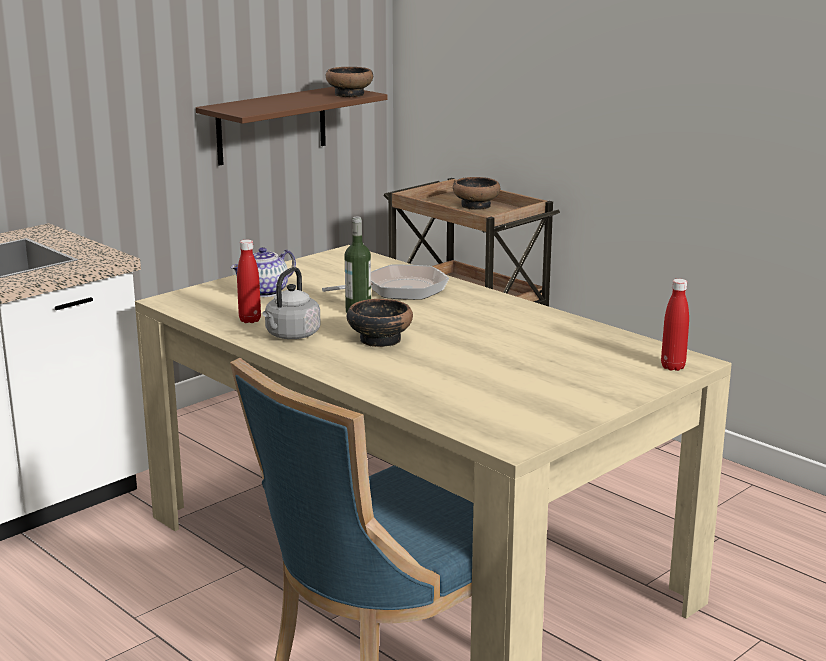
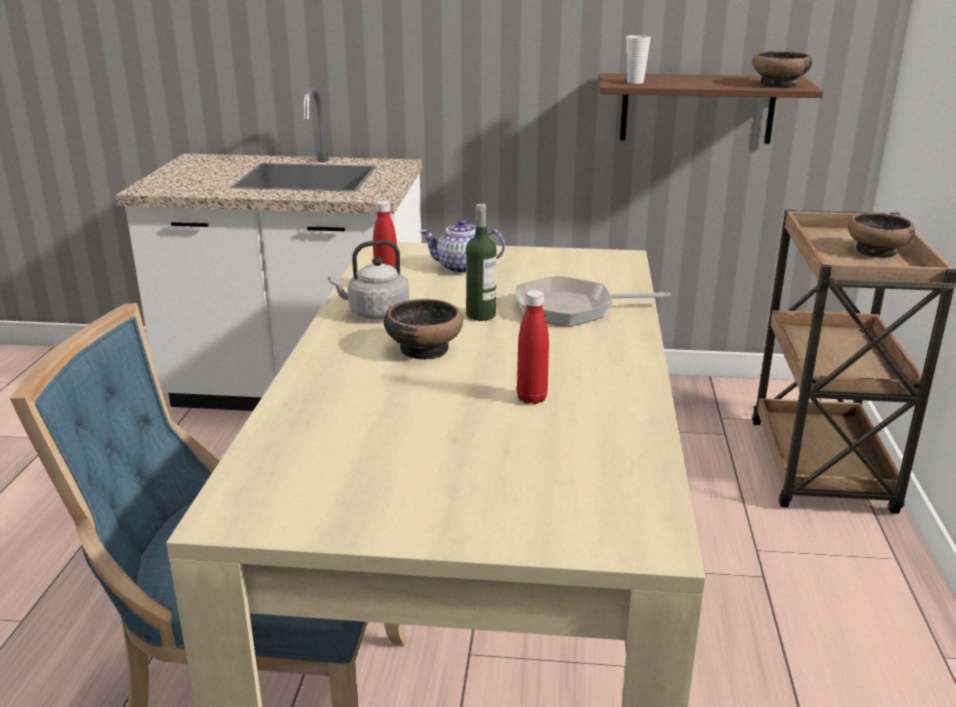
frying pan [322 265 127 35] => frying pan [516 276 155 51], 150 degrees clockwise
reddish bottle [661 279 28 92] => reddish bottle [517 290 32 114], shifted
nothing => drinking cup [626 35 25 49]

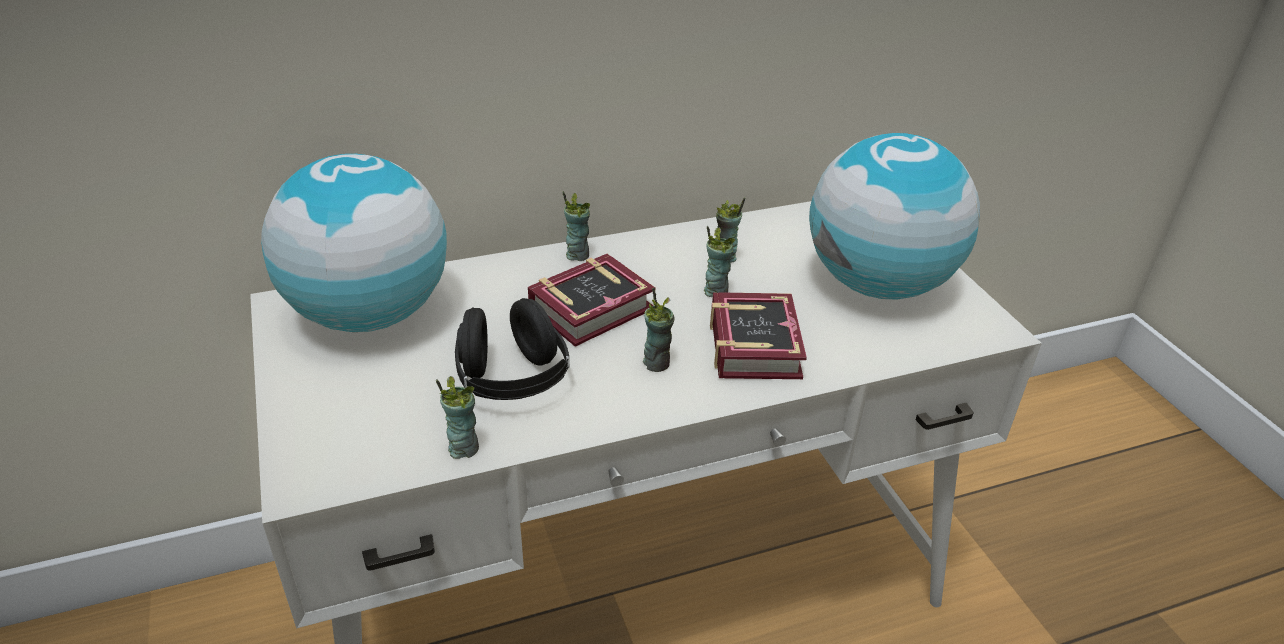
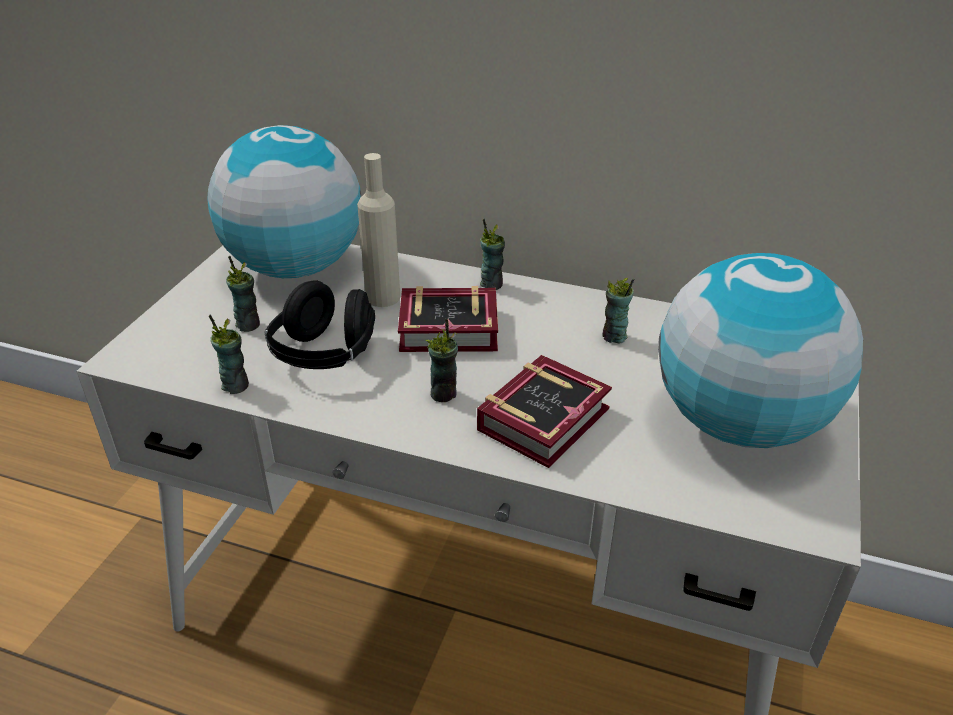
drinking cup [704 226 31 71] => drinking cup [226 256 34 76], shifted
nothing => beige-coloured bottle [357 153 43 154]

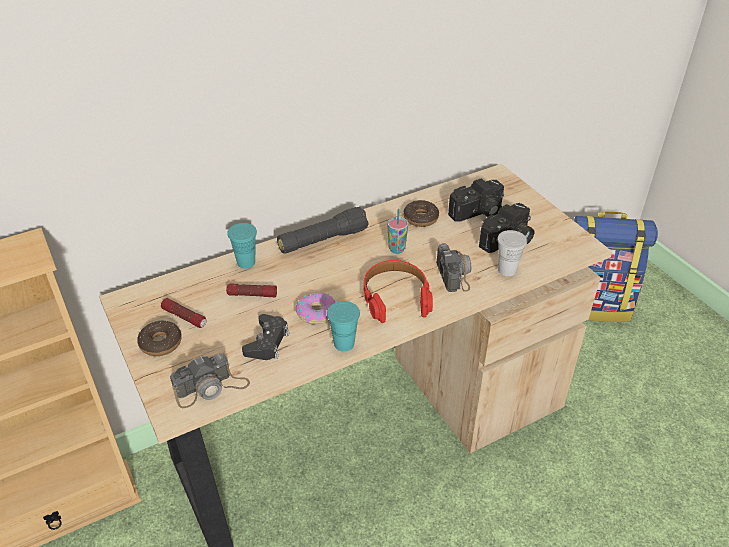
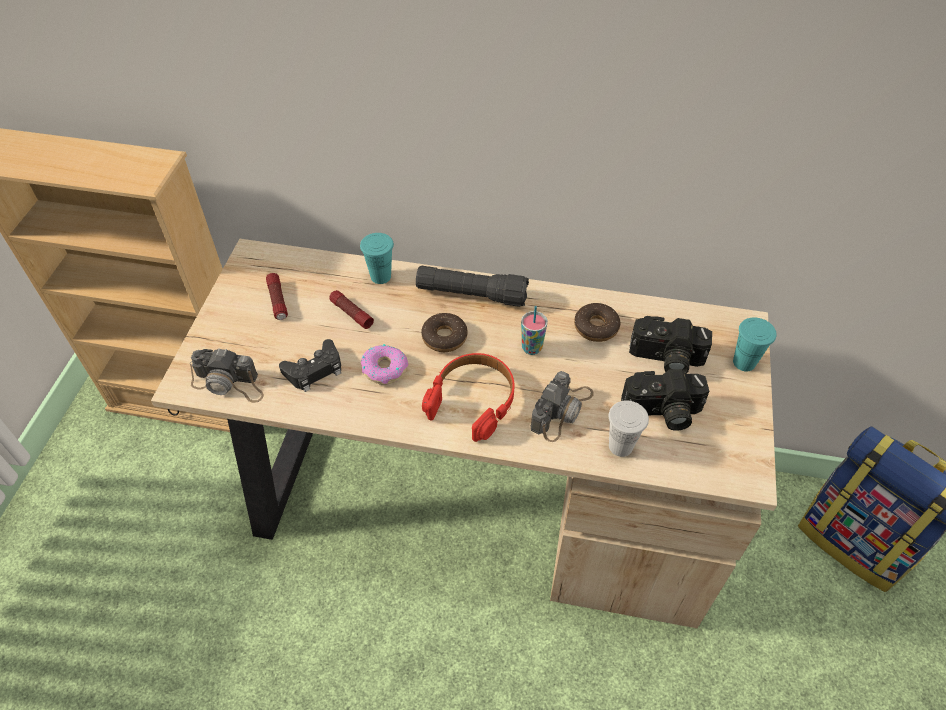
blue-green drinking cup [327 301 33 51] => blue-green drinking cup [733 317 44 54], shifted
donut [137 321 45 35] => donut [421 313 47 39], shifted

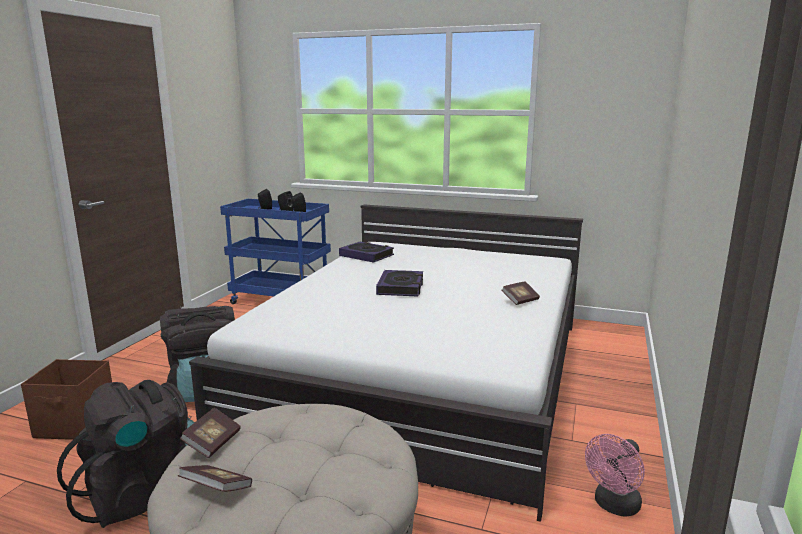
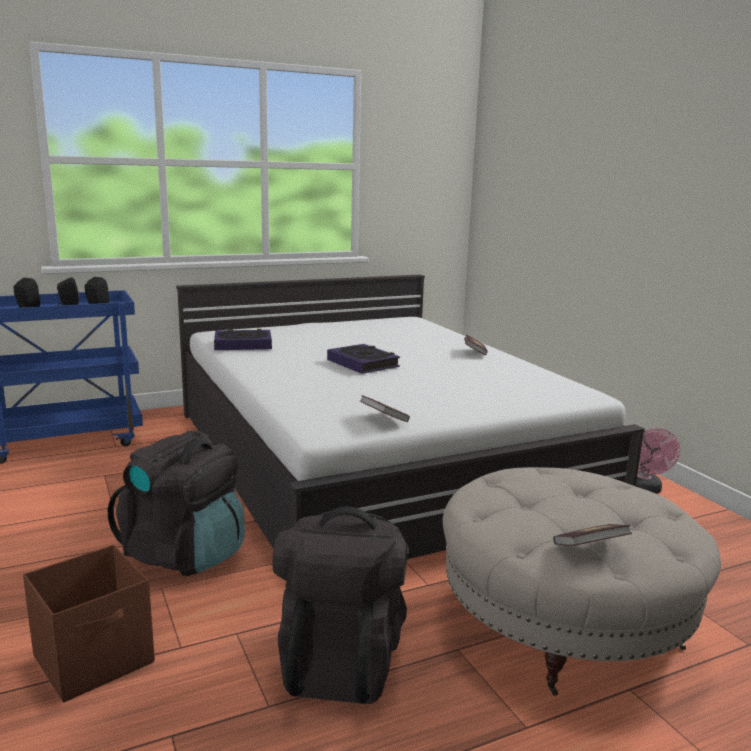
bound book [180 408 61 50] => bound book [360 395 50 27], shifted

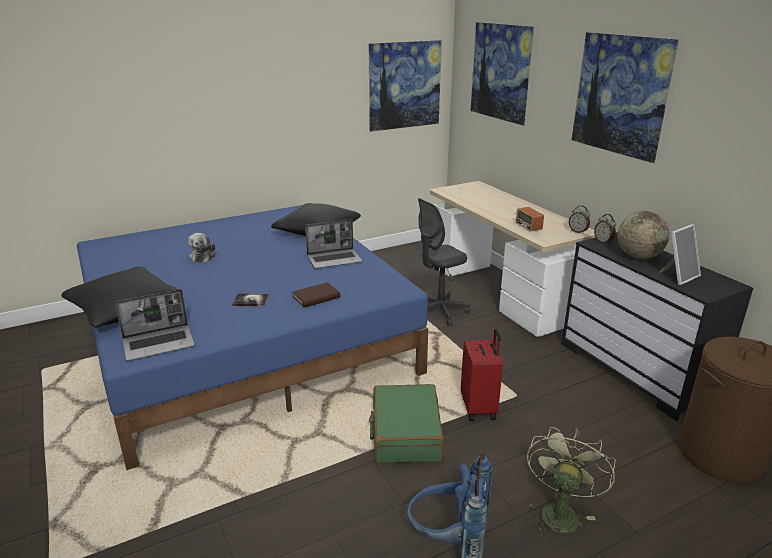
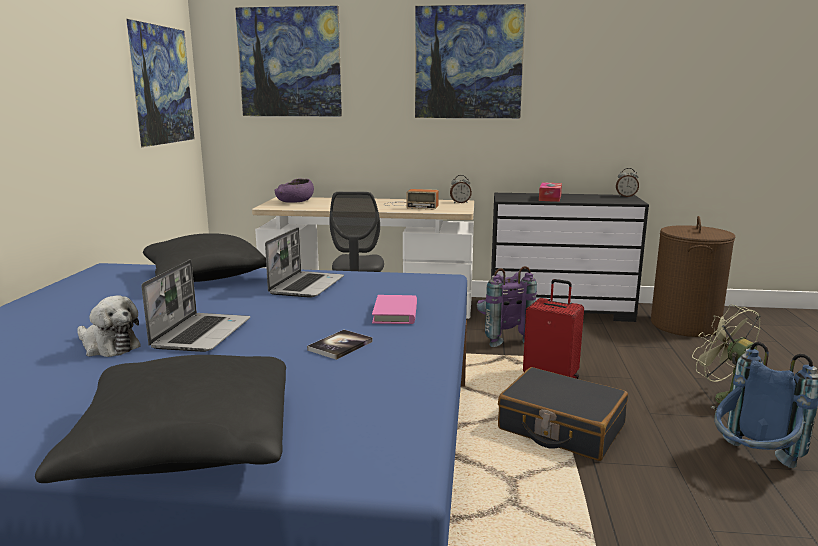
globe [618 211 52 48] => box of tissues [539 182 23 20]
bedside clock [594 214 22 31] => bedside clock [616 168 23 29], shifted
photo frame [659 224 42 61] => nothing
brownish bound book [292 282 48 26] => pinkish bound book [372 295 45 29]
laptop [115 289 80 72] => laptop [142 260 108 92], shifted
greenish piece of luggage [369 384 75 80] => blackish piece of luggage [498 367 130 94]
nothing => purple-coloured serving bowl [275 179 39 24]
nothing => purple-coloured knapsack [477 266 60 81]

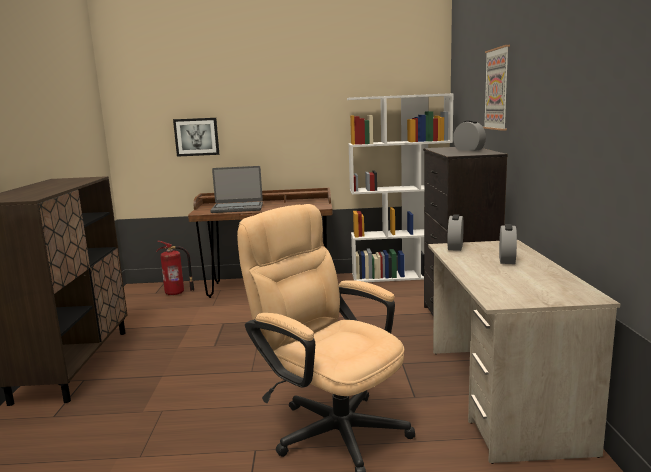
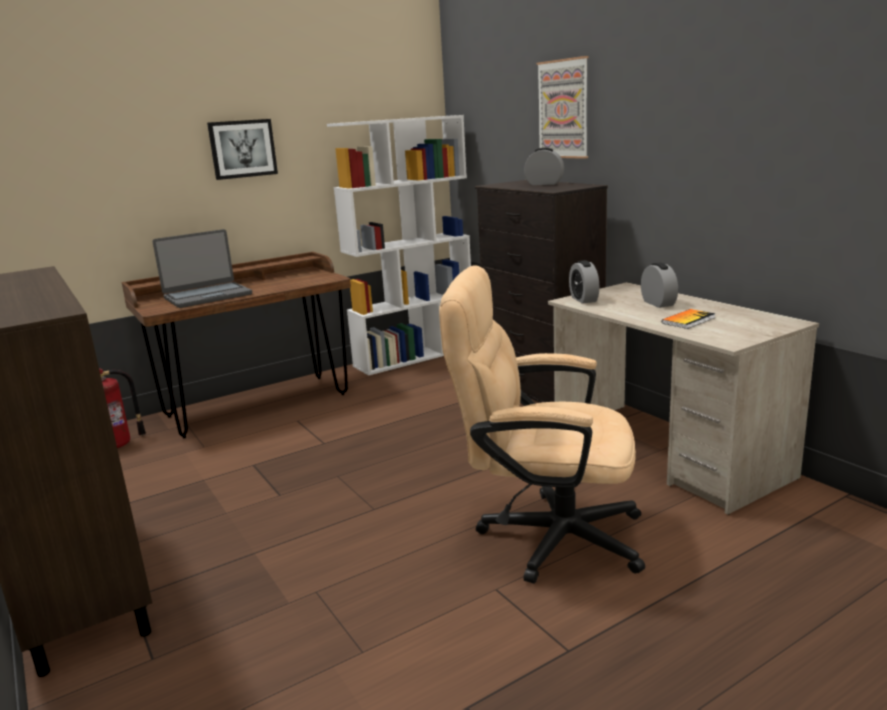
wall picture [173 118 46 39] => wall picture [207 119 71 61], shifted
nothing => bound book [662 309 54 20]

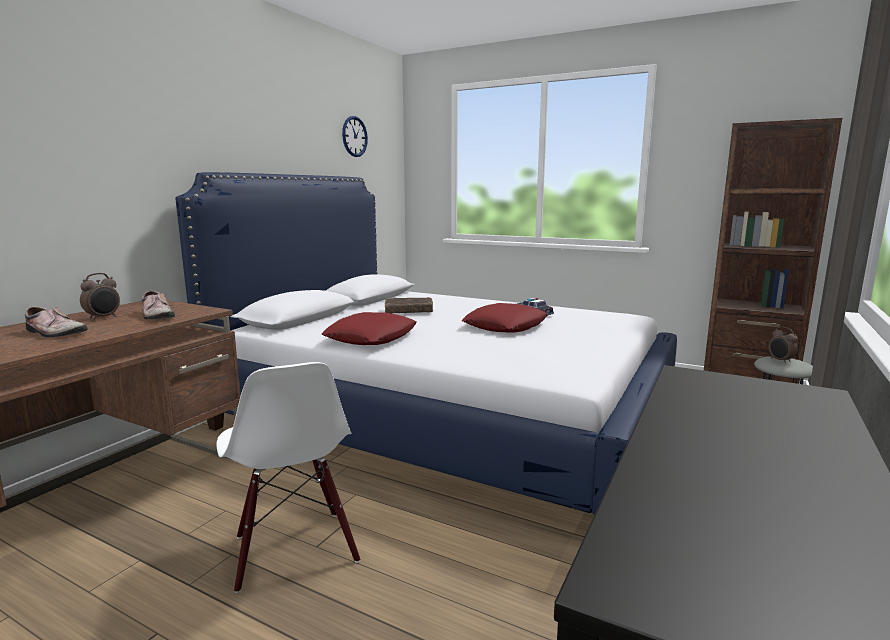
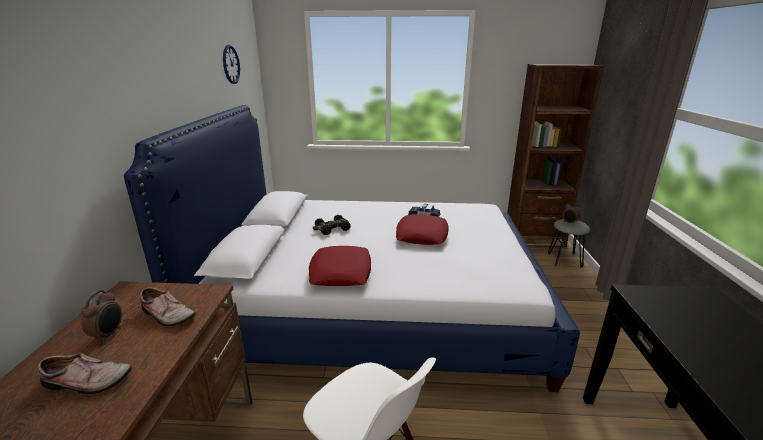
brownish bound book [385 297 48 16] => blackish toy car [313 215 38 20]

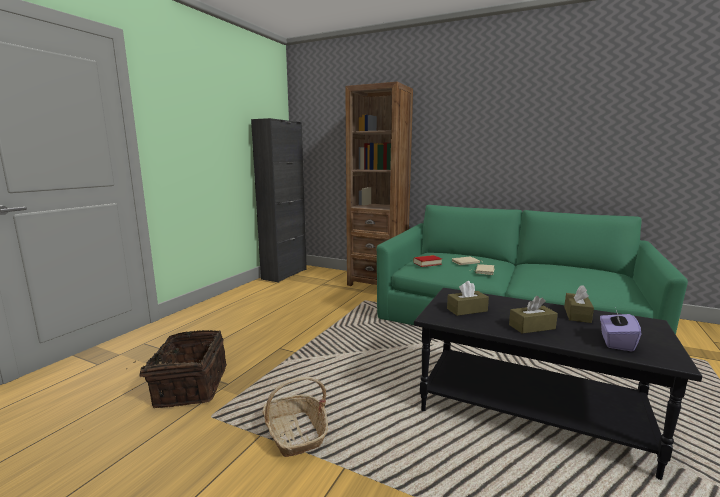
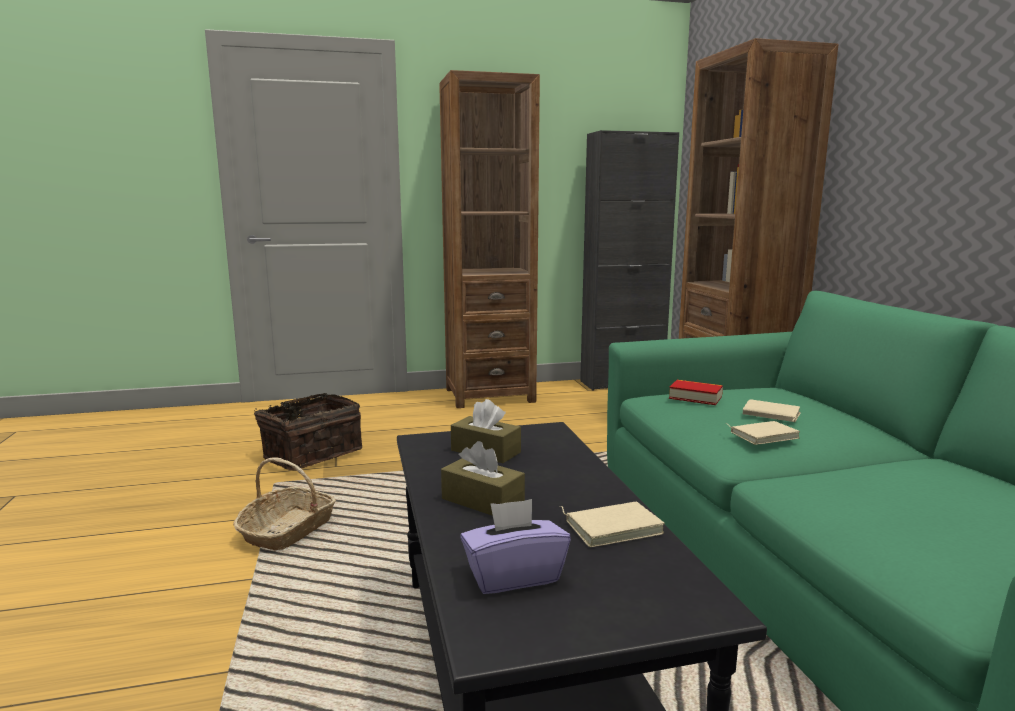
brownish box of tissues [564 286 30 37] => beige-coloured bound book [560 501 105 46]
nothing => brownish bookcase [439 70 101 338]

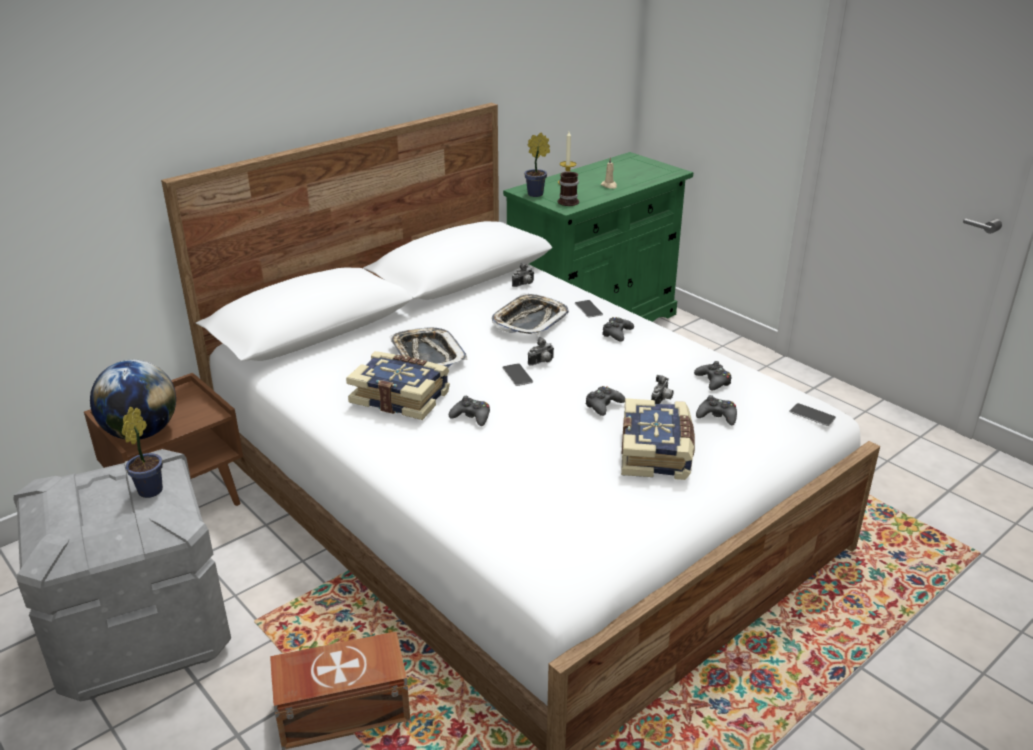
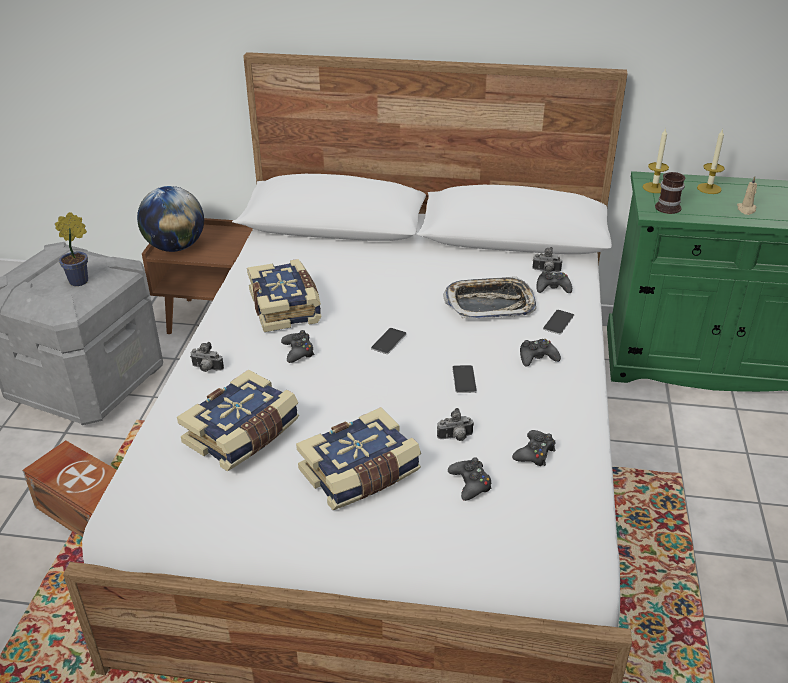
potted plant [524 133 26 64] => candle [643 128 26 65]
carrying tray [389 328 79 40] => nothing
photo camera [528 337 26 29] => photo camera [191 342 33 30], shifted
blackish gamepad [586 386 39 30] => blackish gamepad [536 270 36 23], shifted
handset [789 403 47 23] => handset [452 365 25 28], shifted
nothing => bound book [177 369 122 103]

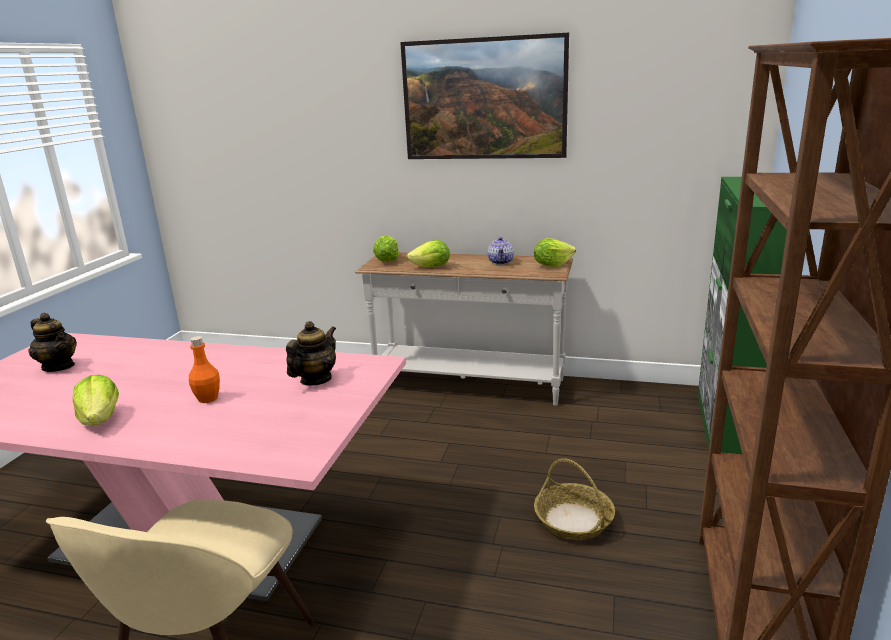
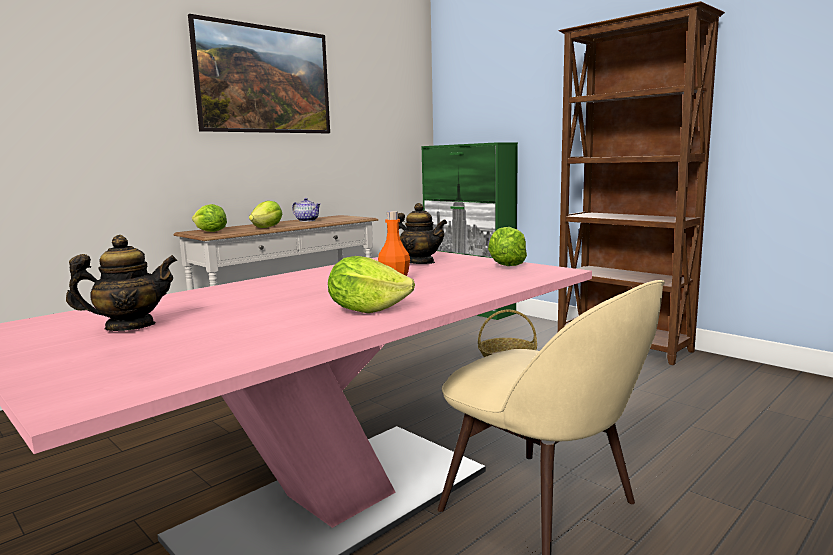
head of lettuce [534 238 42 29] => head of lettuce [488 227 39 39], shifted
tea pot [286 321 50 65] => tea pot [398 203 49 61], 150 degrees clockwise

